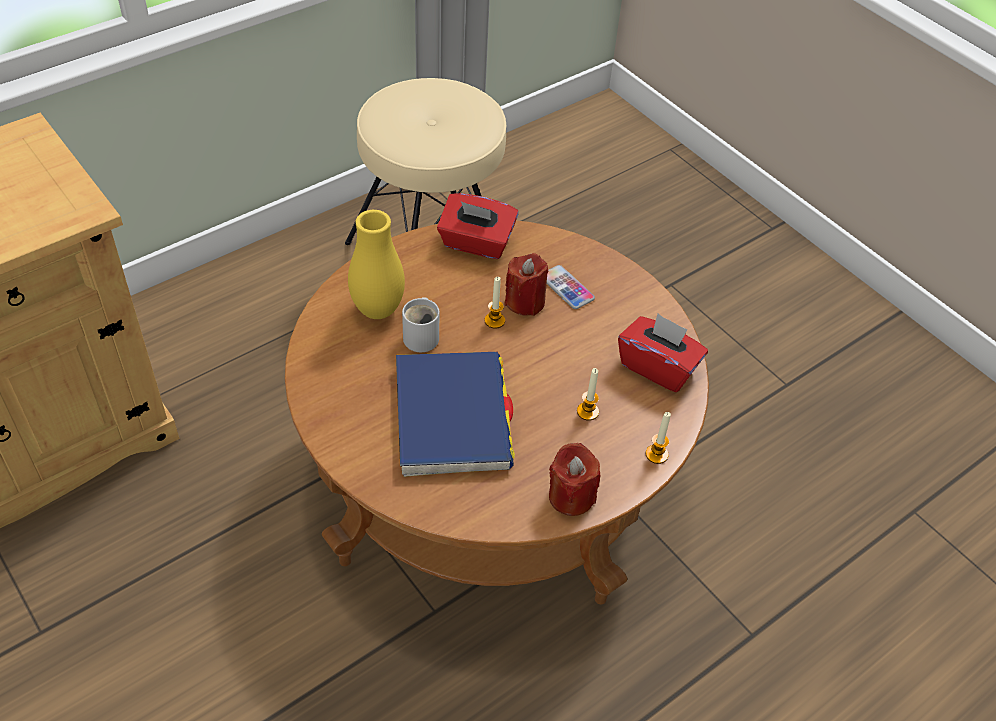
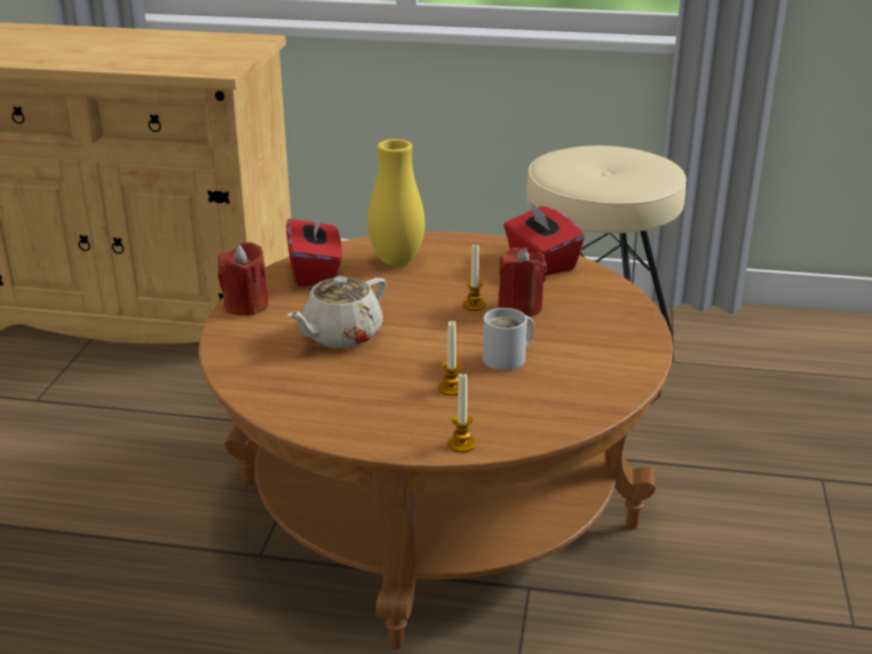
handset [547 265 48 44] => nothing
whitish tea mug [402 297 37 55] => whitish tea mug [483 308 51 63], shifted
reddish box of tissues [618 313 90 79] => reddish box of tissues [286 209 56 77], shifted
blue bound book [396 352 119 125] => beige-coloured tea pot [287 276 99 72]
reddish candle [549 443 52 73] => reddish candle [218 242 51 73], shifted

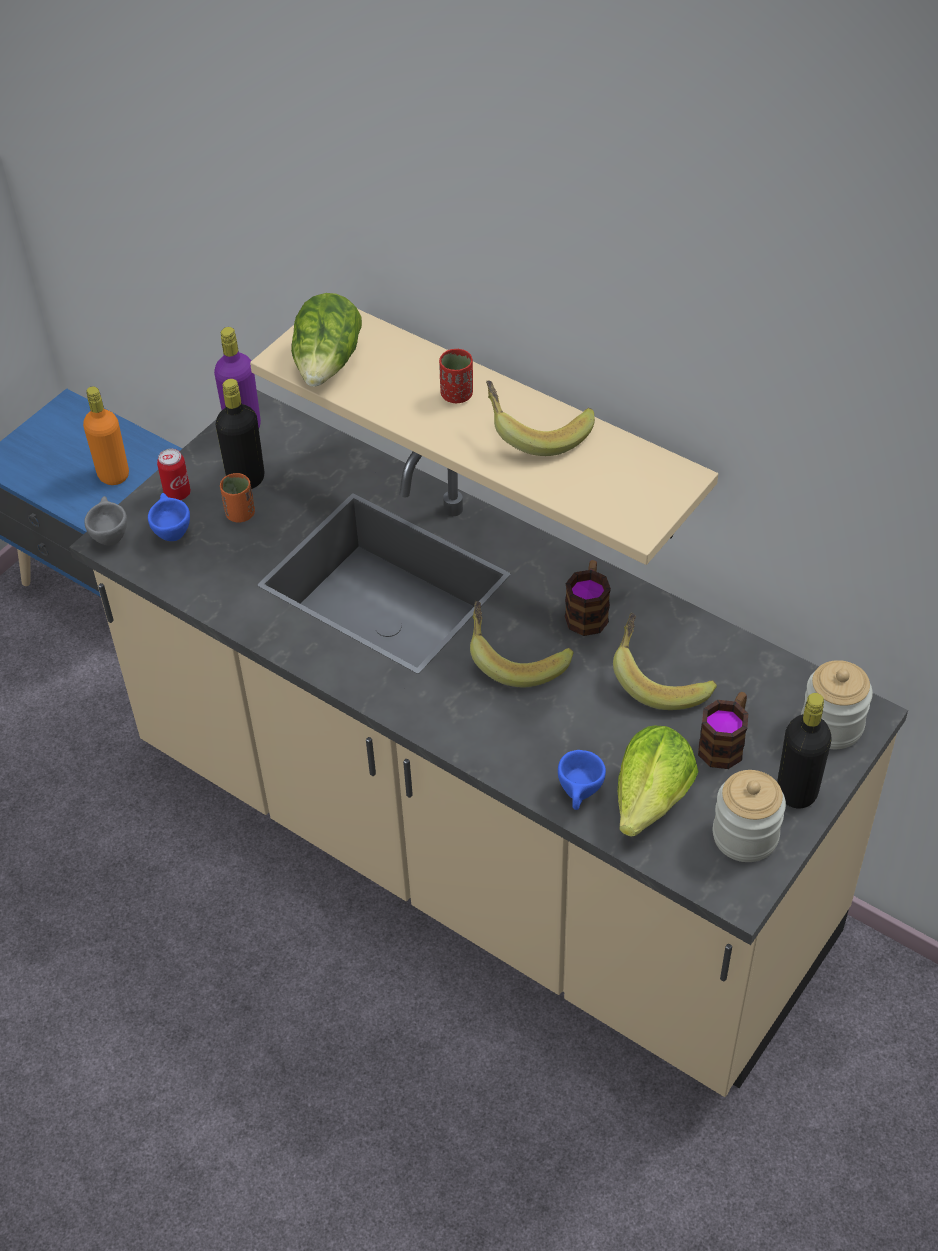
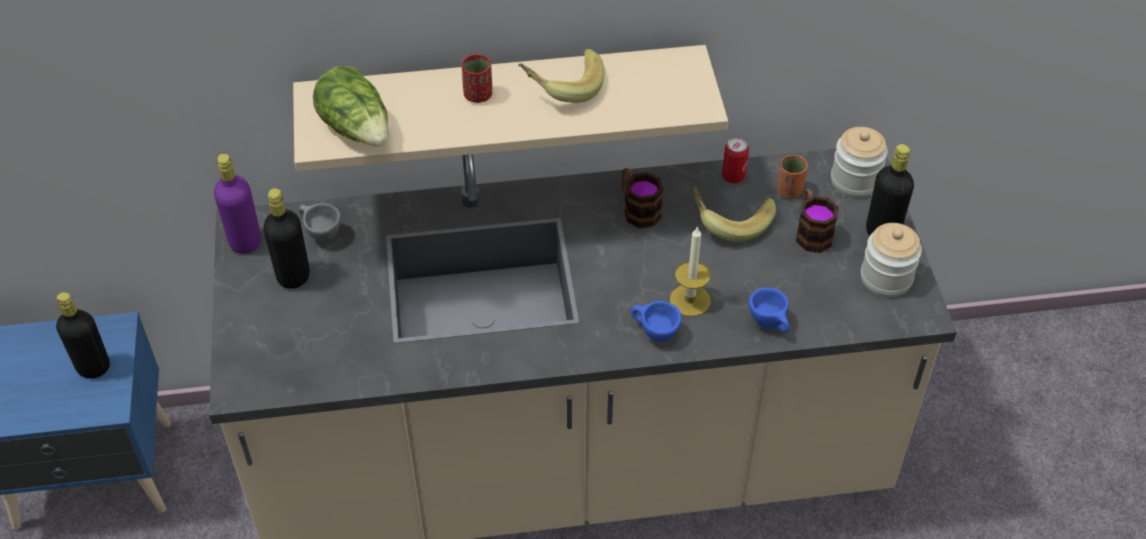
orange bottle [83 387 46 98] => blackish bottle [56 292 54 86]
metal can [157 449 34 51] => metal can [722 137 27 47], shifted
orange drinking cup [220 473 35 50] => orange drinking cup [777 155 31 43], shifted
blue drinking cup [148 493 42 48] => blue drinking cup [631 301 50 41], shifted
gray drinking cup [84 496 43 49] => gray drinking cup [299 203 42 39], shifted
whole banana [470 601 104 87] => nothing
head of lettuce [618 726 80 111] => nothing
nothing => candle [670 226 40 91]

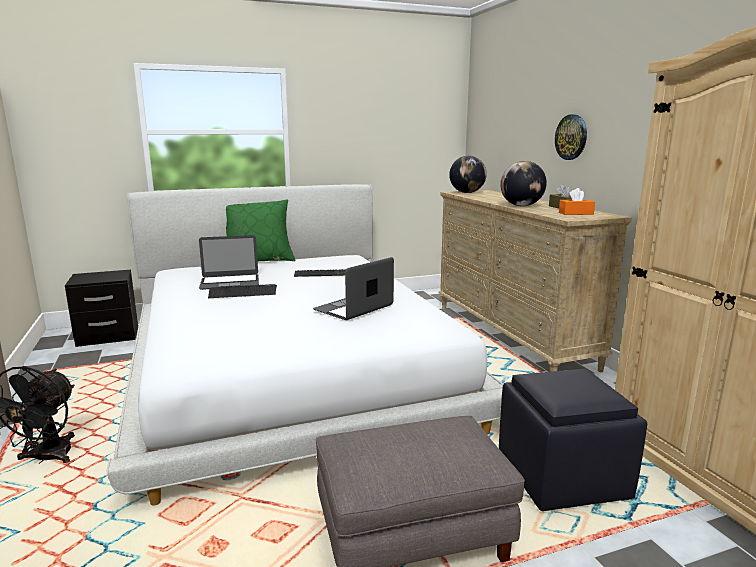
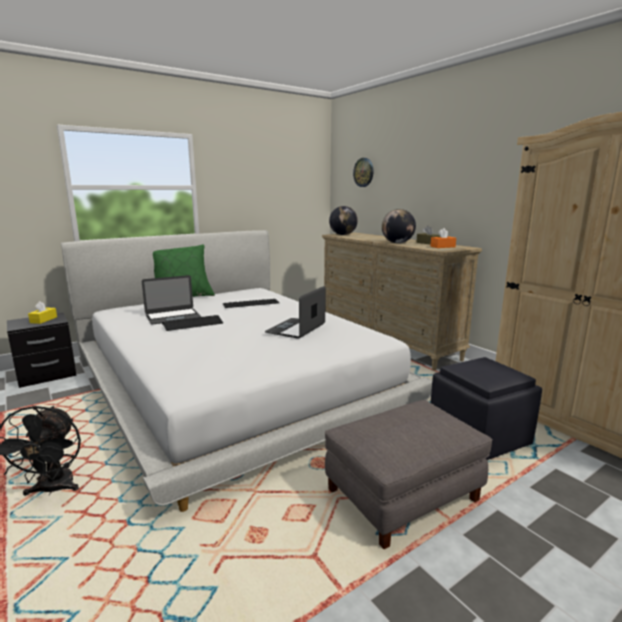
wall clock [555 114 32 46] => wall clock [353 158 20 29], shifted
nothing => yellowish box of tissues [28 301 29 23]

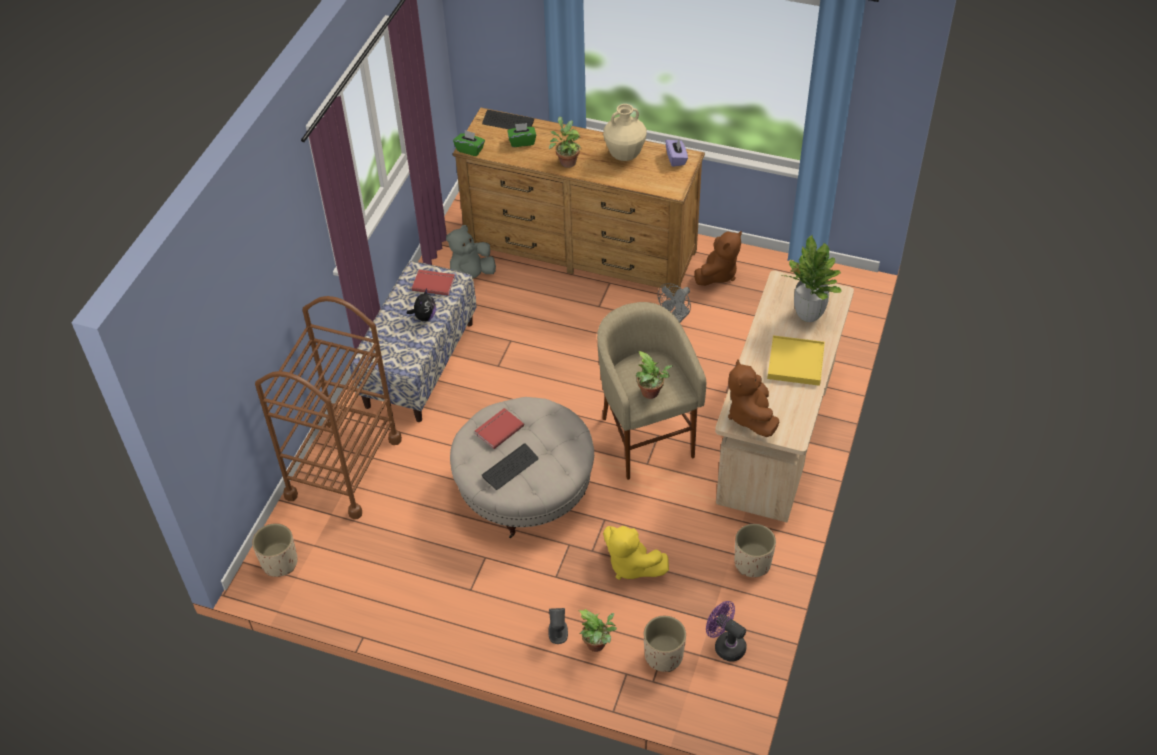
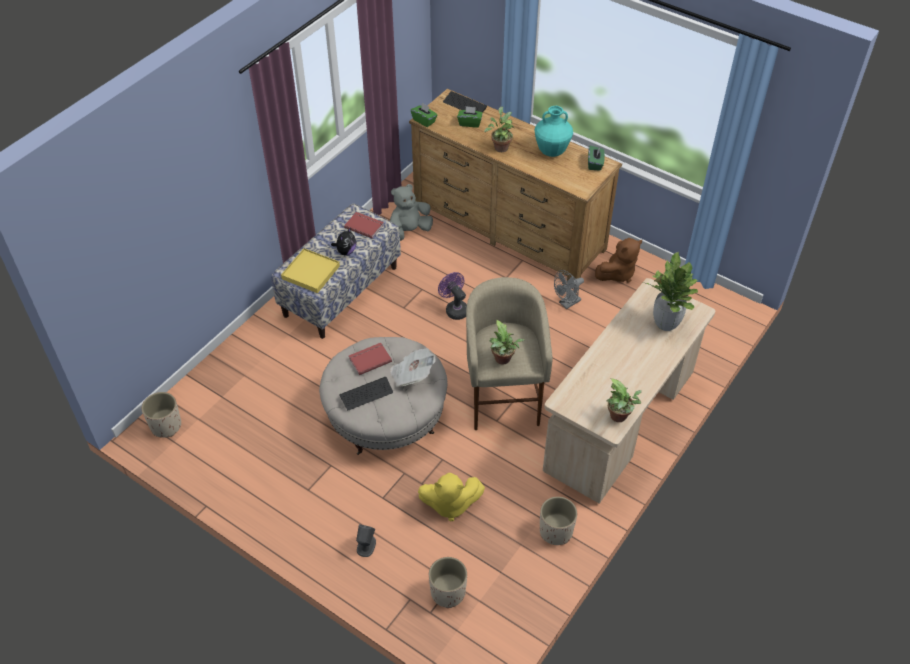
beige-coloured vase [603 104 44 57] => blue-green vase [535 106 38 51]
purple-coloured box of tissues [665 139 23 28] => greenish box of tissues [588 145 17 26]
brownish wheeled cart [255 296 147 223] => nothing
yellowish carrying tray [767 335 58 51] => yellowish carrying tray [281 248 59 45], shifted
brownish plush toy [728 359 51 78] => nothing
yellowish plush toy [603 526 66 54] => yellowish plush toy [418 473 67 48], 60 degrees counterclockwise
purple-coloured cooling fan [706 601 41 61] => purple-coloured cooling fan [438 272 29 48], shifted
potted plant [579 609 38 43] => potted plant [607 378 35 44], shifted
nothing => printed paper [390 348 46 39]

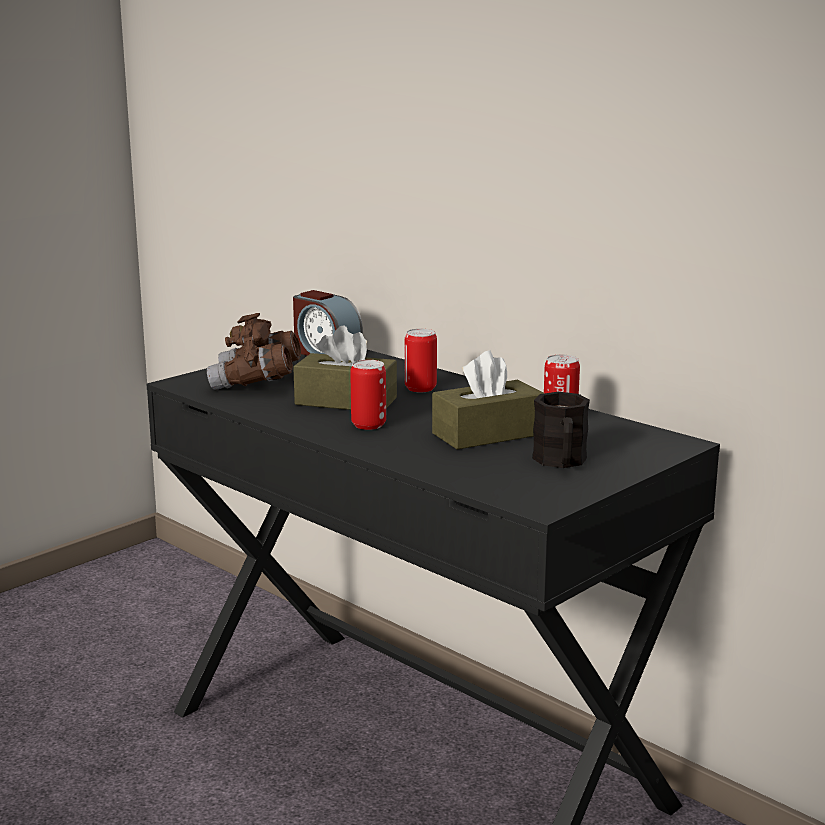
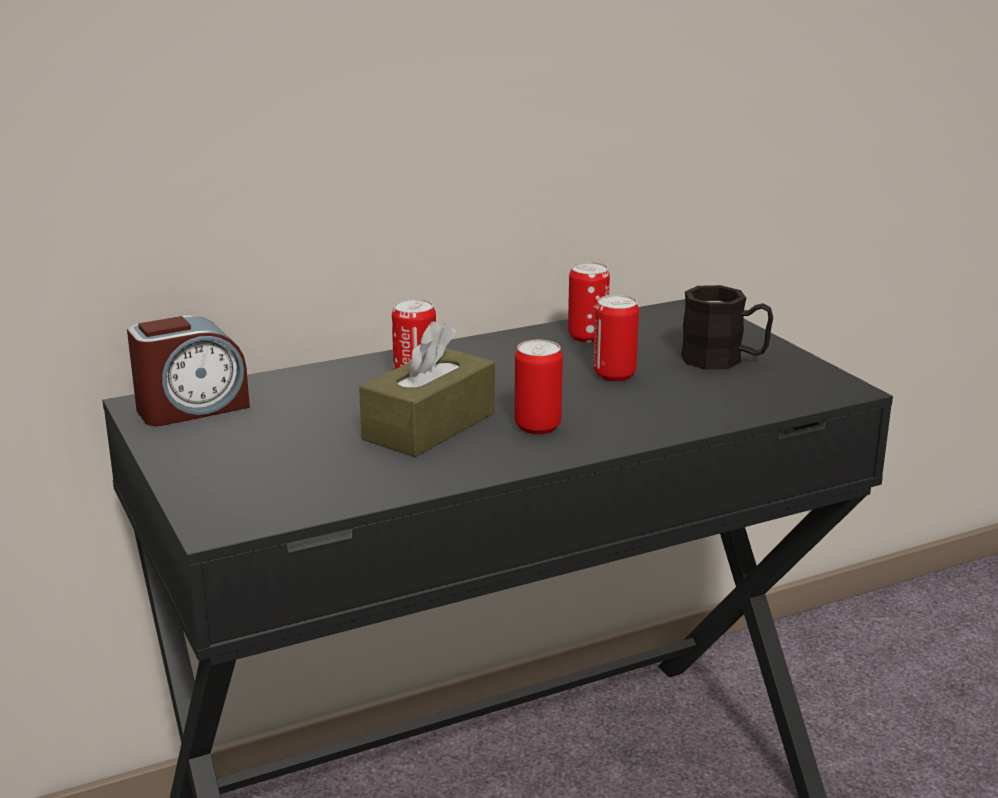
brownish binoculars [207 313 94 77] => nothing
brownish box of tissues [432 351 112 99] => metal can [594 295 45 86]

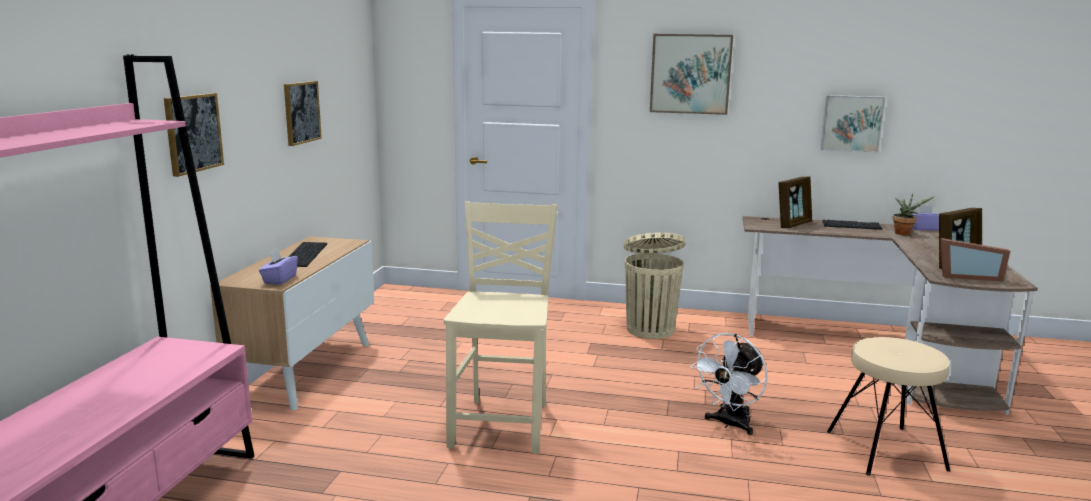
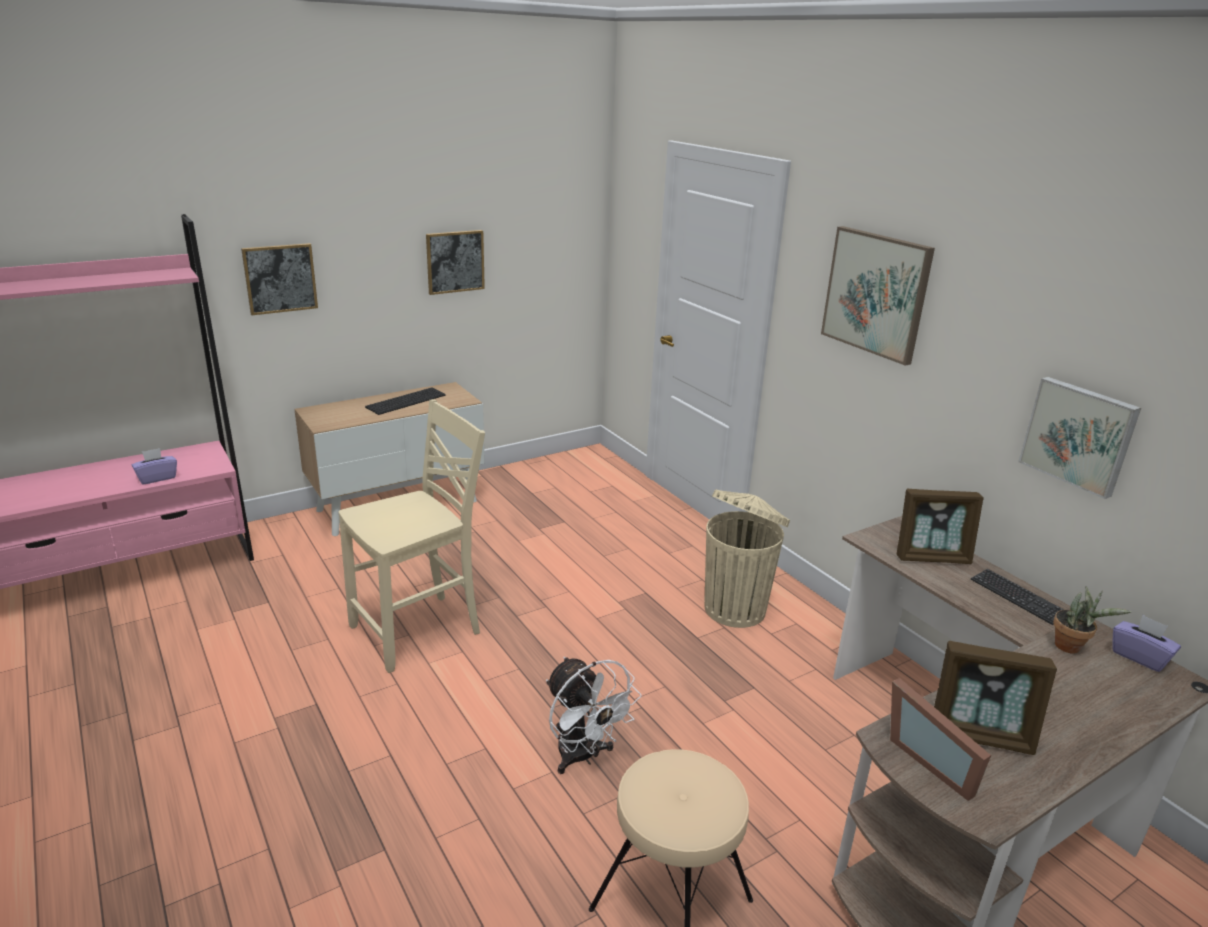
purple-coloured box of tissues [259 250 39 35] => purple-coloured box of tissues [132 448 45 37], shifted
whitish cooling fan [690 333 77 102] => whitish cooling fan [546 657 95 117], 120 degrees counterclockwise

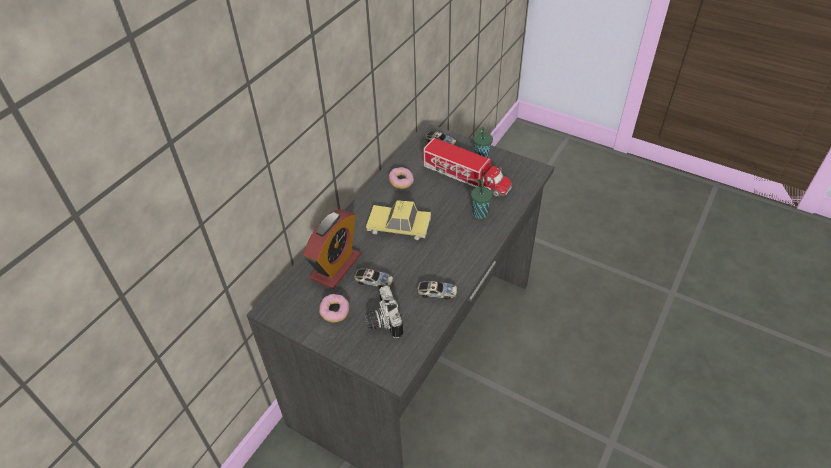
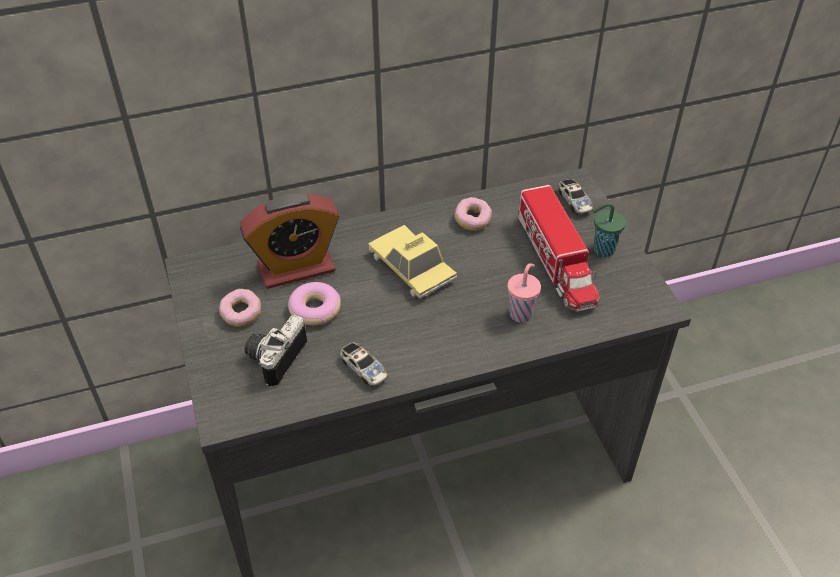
greenish drinking cup [471 179 22 40] => pinkish drinking cup [508 263 33 60]
toy car [354 268 39 20] => donut [288 282 53 44]

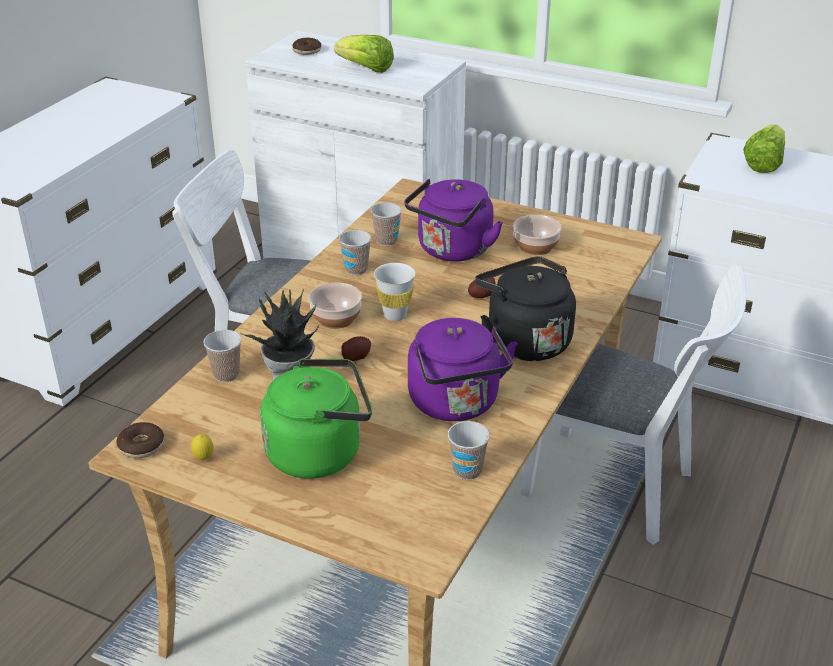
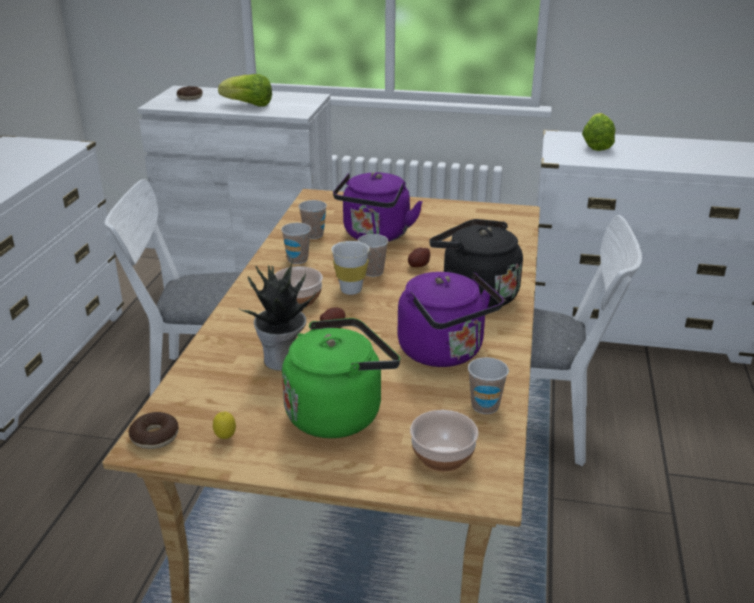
serving bowl [513 215 49 40] => serving bowl [410 410 68 61], shifted
drinking cup [203 330 38 52] => drinking cup [358 234 30 43], shifted

